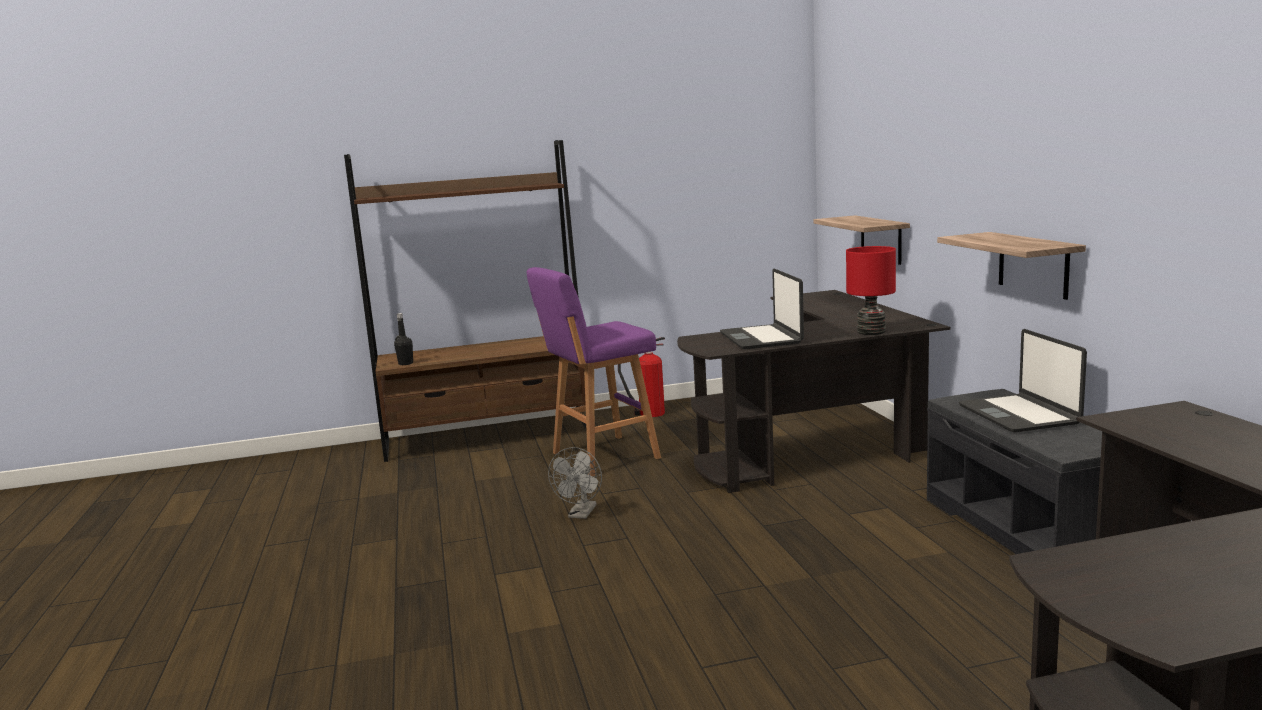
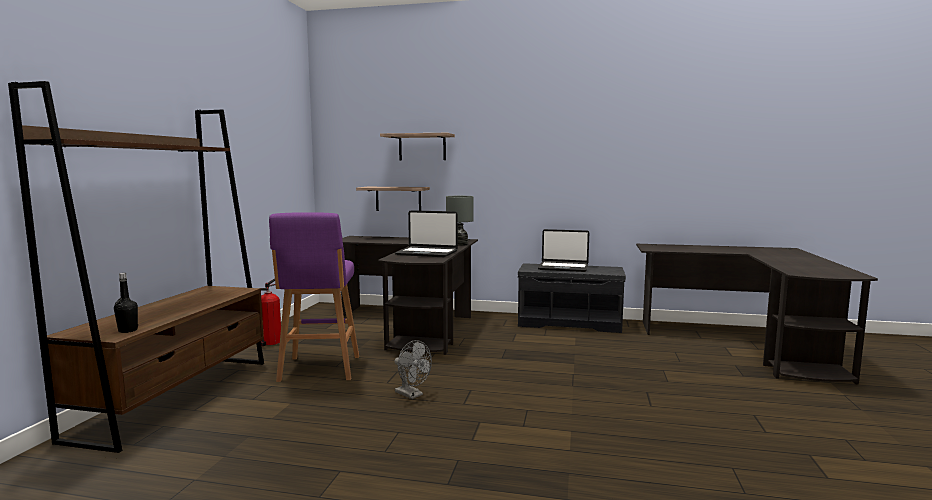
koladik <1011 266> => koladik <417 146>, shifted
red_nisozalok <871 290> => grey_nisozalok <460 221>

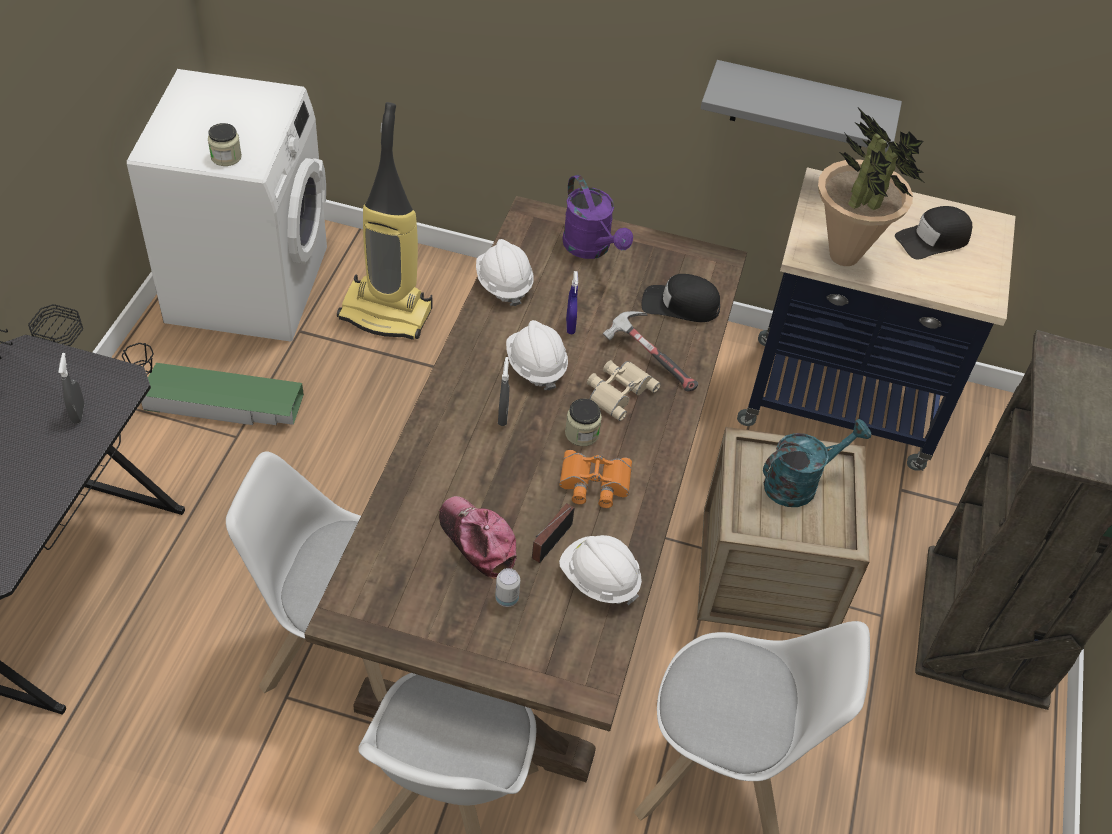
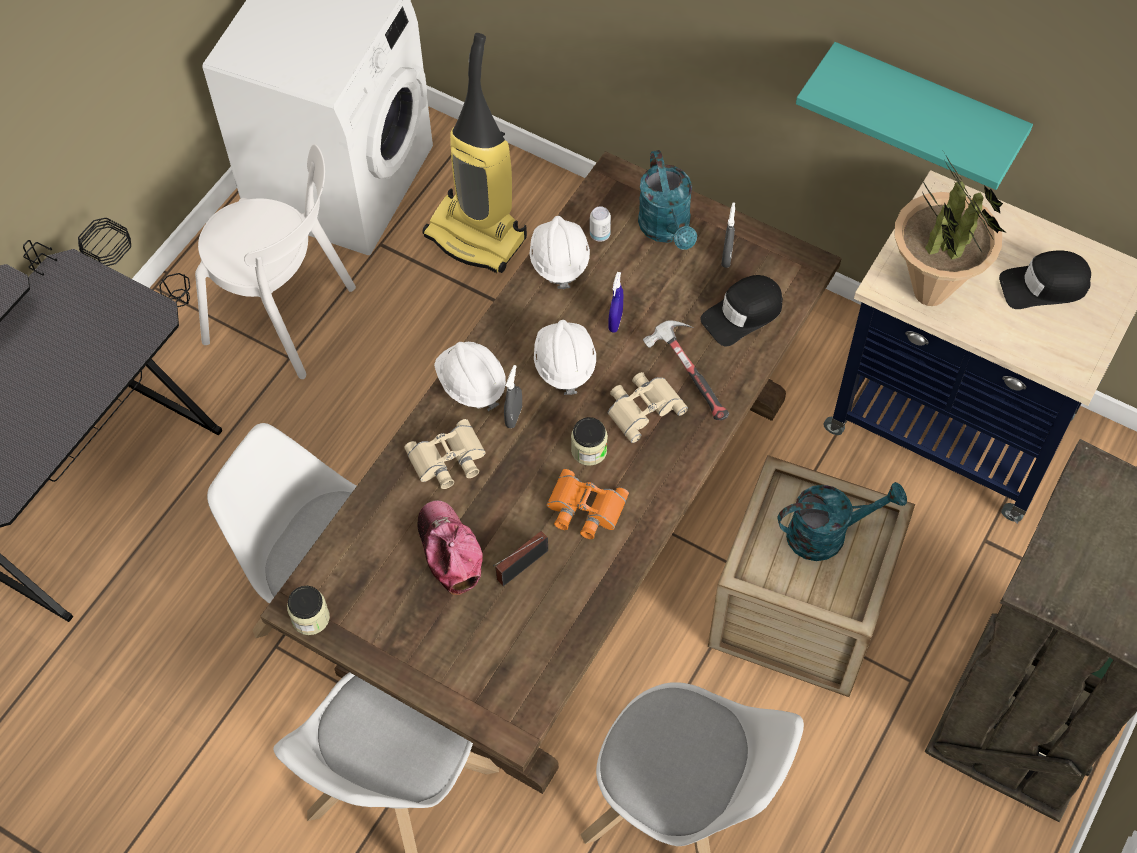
grey_koladik <801 106> => turquoise_koladik <914 116>
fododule <225 144> => fododule <308 610>, shifted
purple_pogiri <597 217> => turquoise_pogiri <667 200>
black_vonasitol <680 298> => black_vonasitol <741 311>, 60 degrees counterclockwise
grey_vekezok <71 388> => grey_vekezok <728 235>, shifted
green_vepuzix <222 394> => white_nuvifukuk <275 261>
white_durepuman <600 570> => white_durepuman <470 376>, shifted
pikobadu <507 587> => pikobadu <600 224>, shifted
nothing => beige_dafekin <445 454>

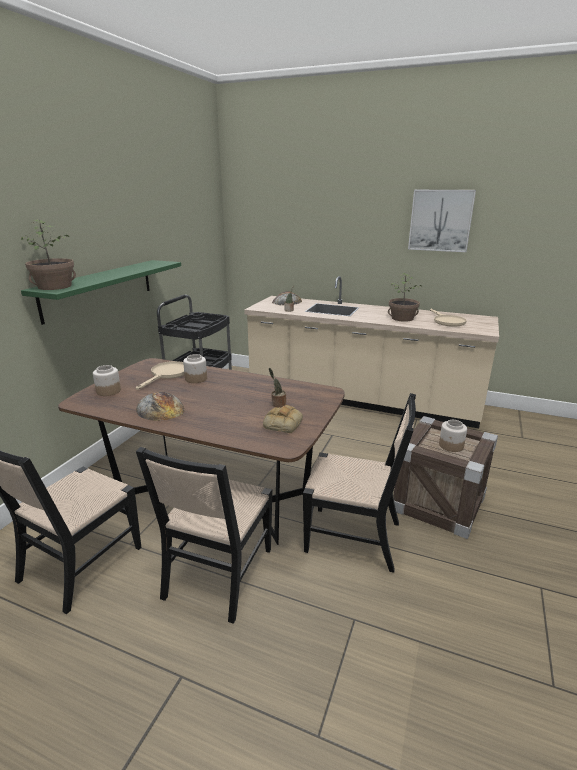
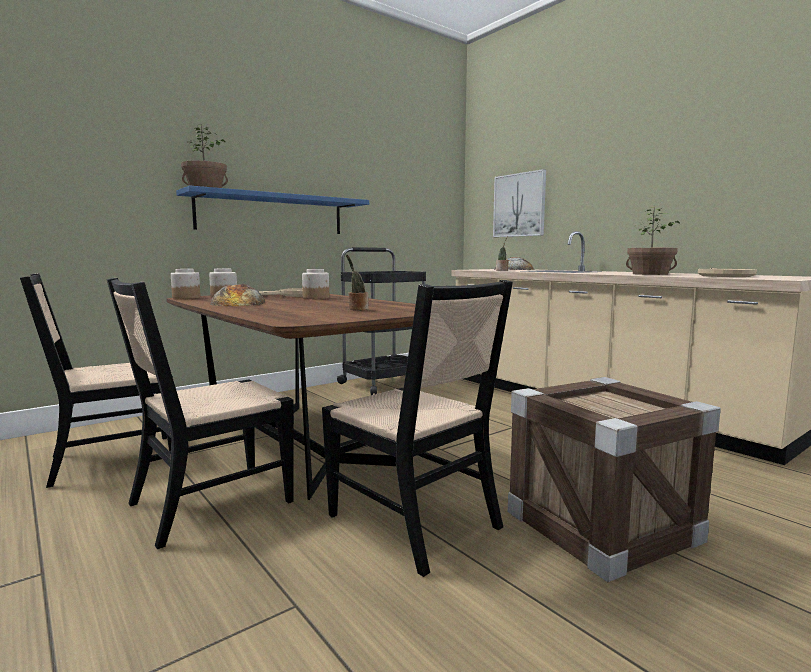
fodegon <442 221> => fodegon <519 203>, shifted
green_koladik <101 292> => blue_koladik <272 209>
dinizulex <283 419> => nothing
fododule <453 436> => fododule <186 284>, shifted

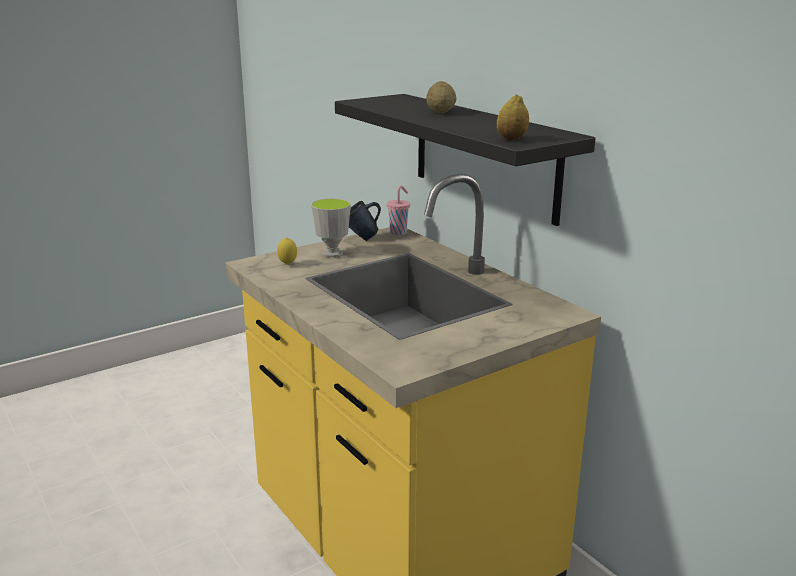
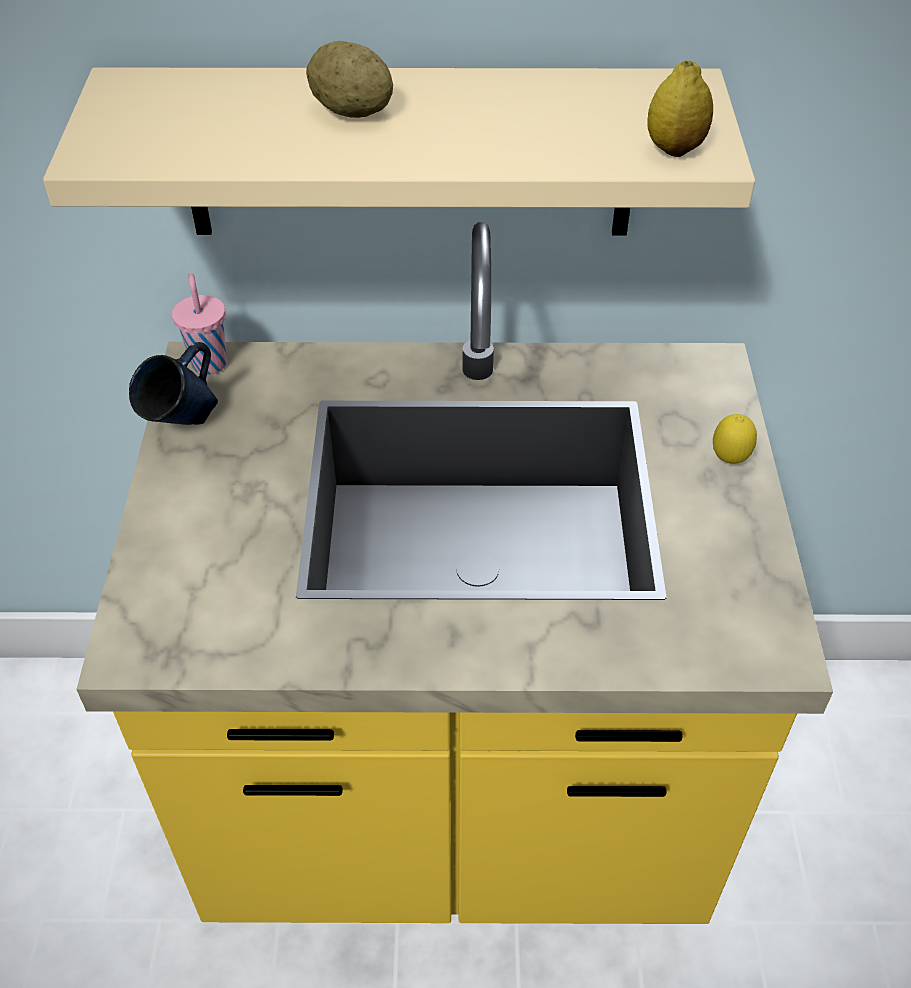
black_koladik <465 160> => beige_koladik <399 151>
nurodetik <331 227> => nothing
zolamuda <287 251> => zolamuda <735 439>, shifted

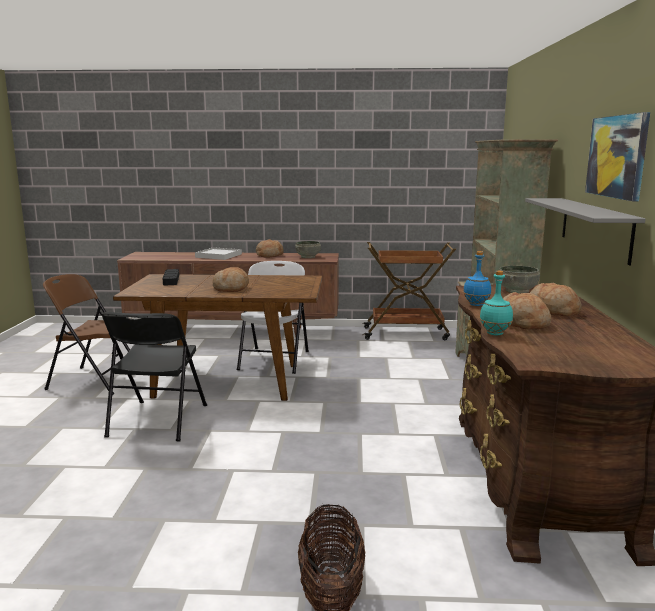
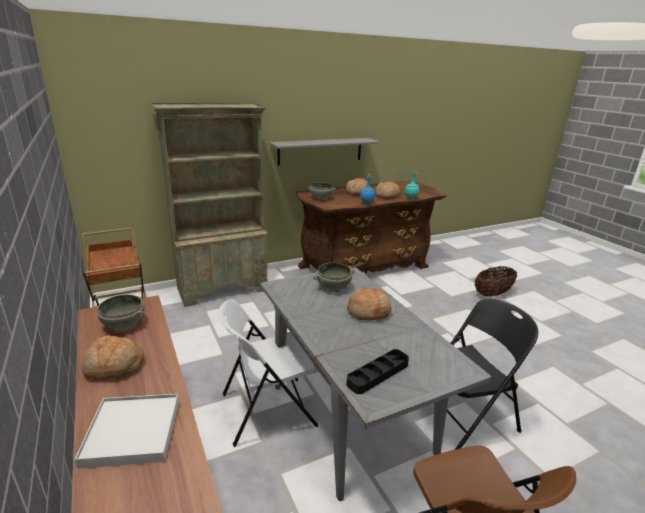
fodegon <617 156> => nothing
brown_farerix <217 337> => grey_farerix <376 383>
nothing => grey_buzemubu <334 277>

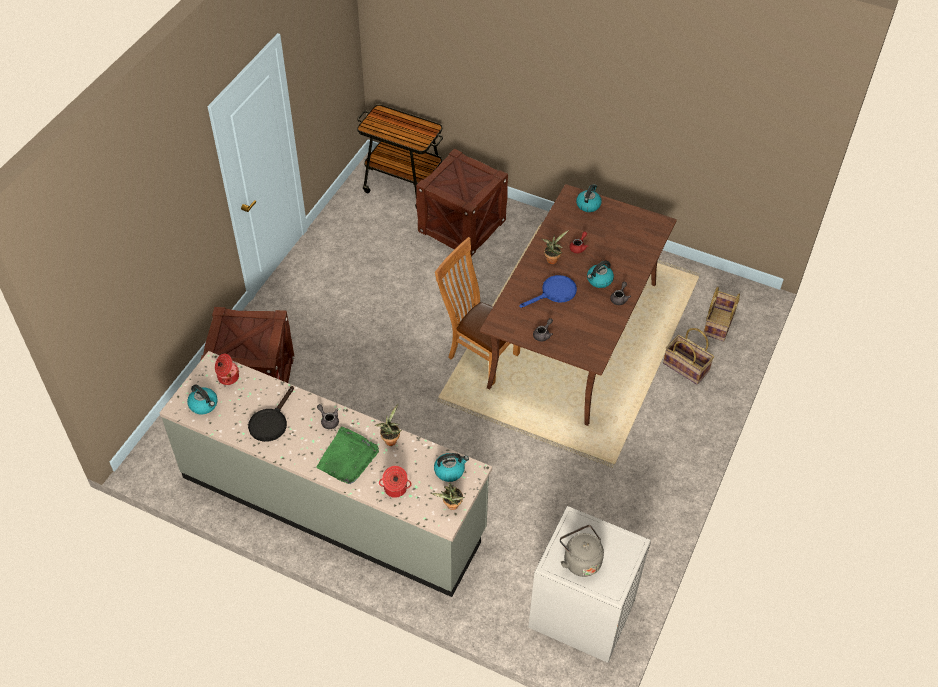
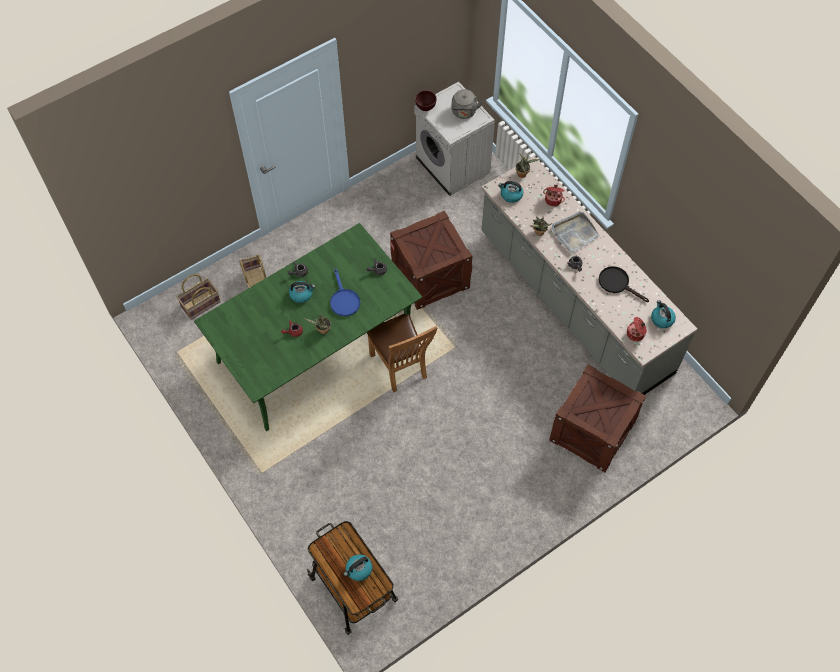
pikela <462 203> => pikela <431 260>, shifted
brown_farerix <578 305> => green_farerix <308 327>
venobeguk <589 198> => venobeguk <358 567>, shifted
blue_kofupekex <548 291> => blue_kofupekex <345 292>, 105 degrees counterclockwise
black_kofupekex <271 414> => black_kofupekex <624 284>, 105 degrees counterclockwise
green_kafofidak <347 455> => grey_kafofidak <576 232>
nothing => brown_buzemubu <425 100>

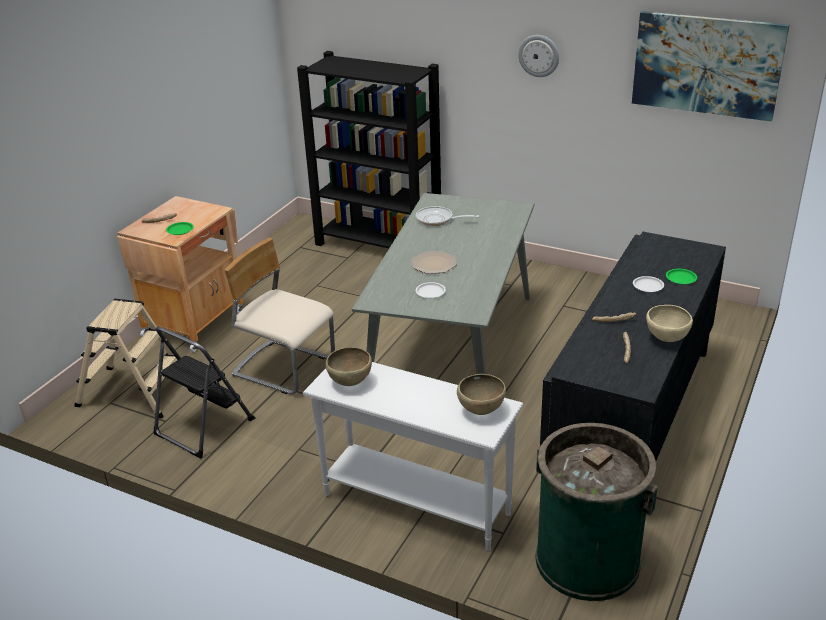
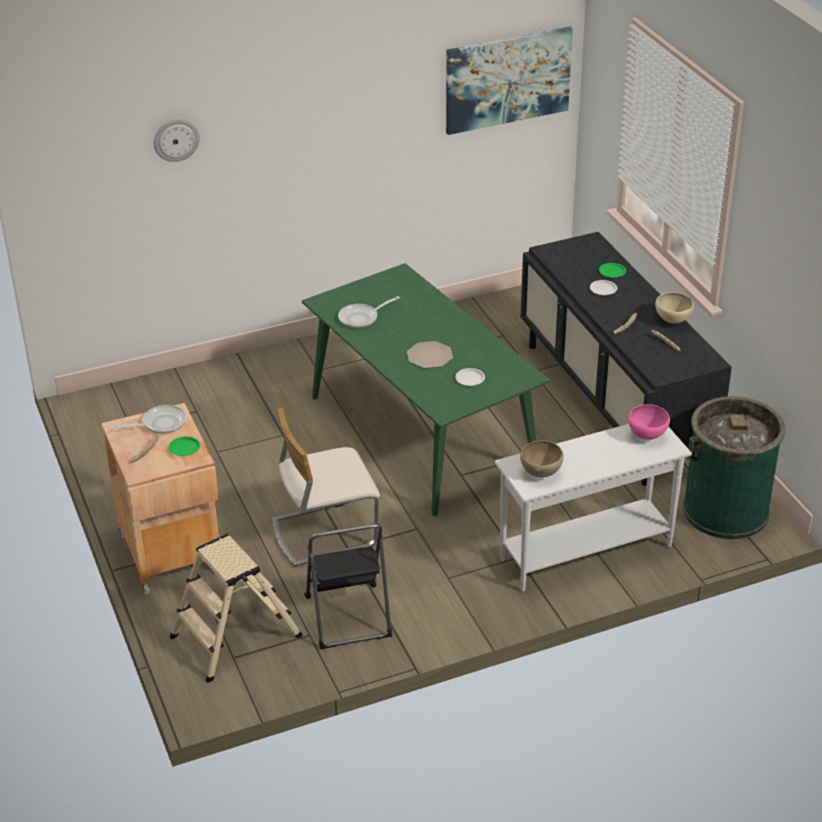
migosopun <538 56> => migosopun <177 140>, shifted
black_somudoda <369 149> => nothing
grey_farerix <443 283> => green_farerix <426 390>
brown_buzemubu <481 394> => pink_buzemubu <649 422>
nothing => kofupekex <148 419>

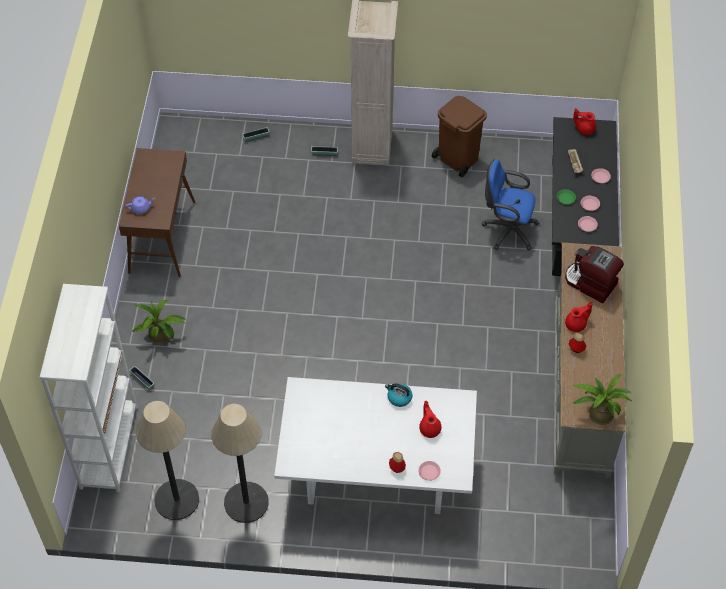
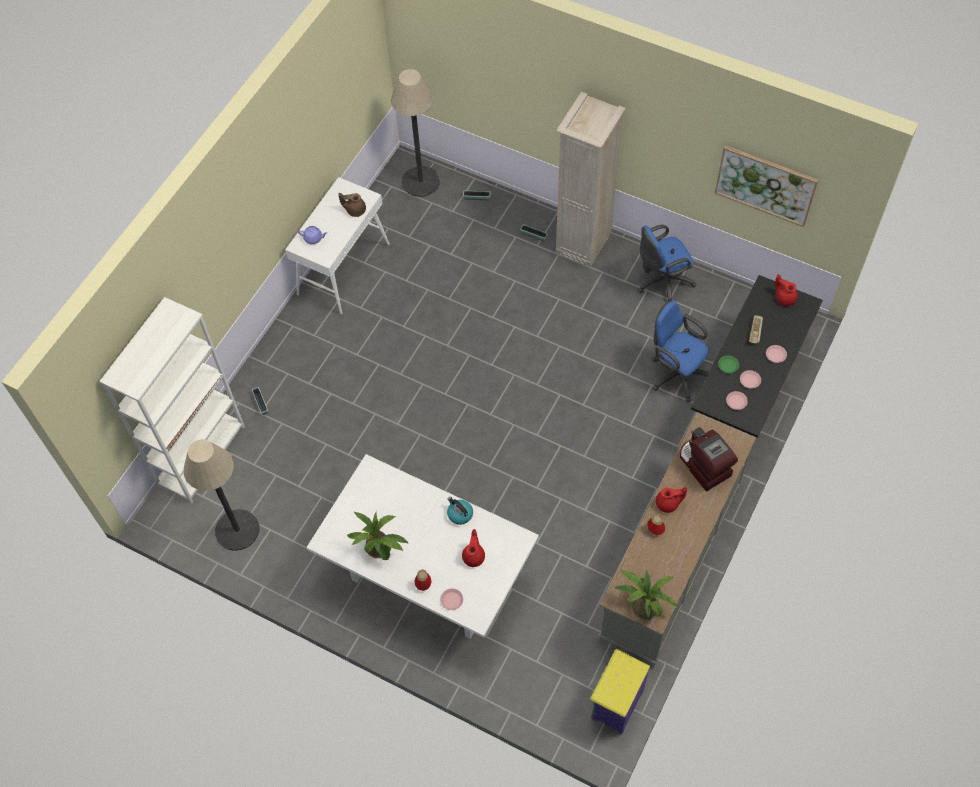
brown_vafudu <459 136> => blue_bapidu <666 263>
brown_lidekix <157 212> => white_lidekix <337 245>
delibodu <158 322> => delibodu <378 535>, shifted
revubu <240 463> => revubu <415 133>, shifted
nothing => fodegon <766 186>
nothing => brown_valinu <352 205>
nothing => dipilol <620 691>

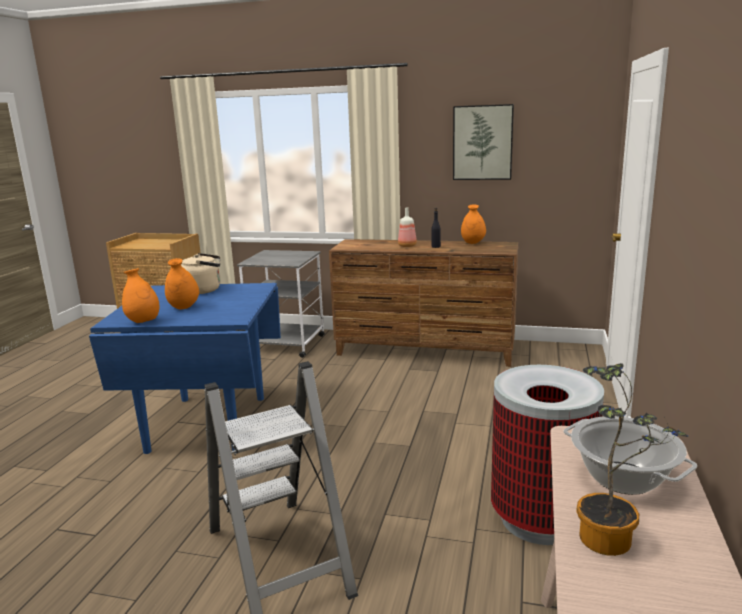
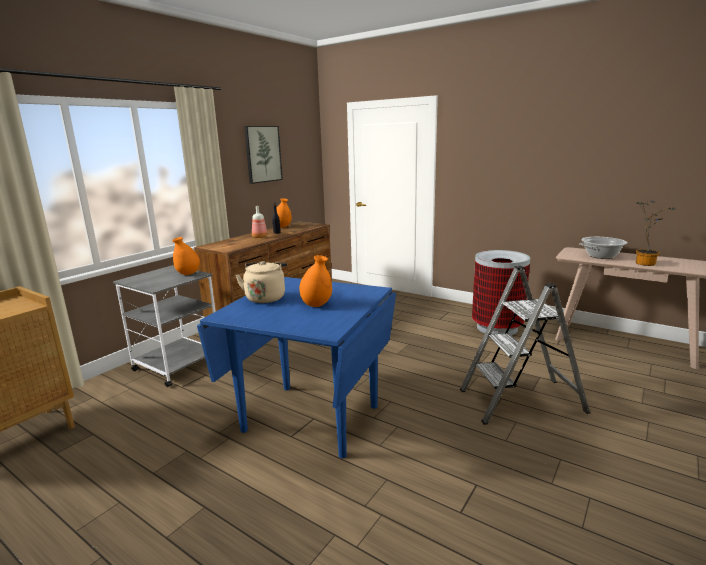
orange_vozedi <140 295> => orange_vozedi <186 256>, shifted

